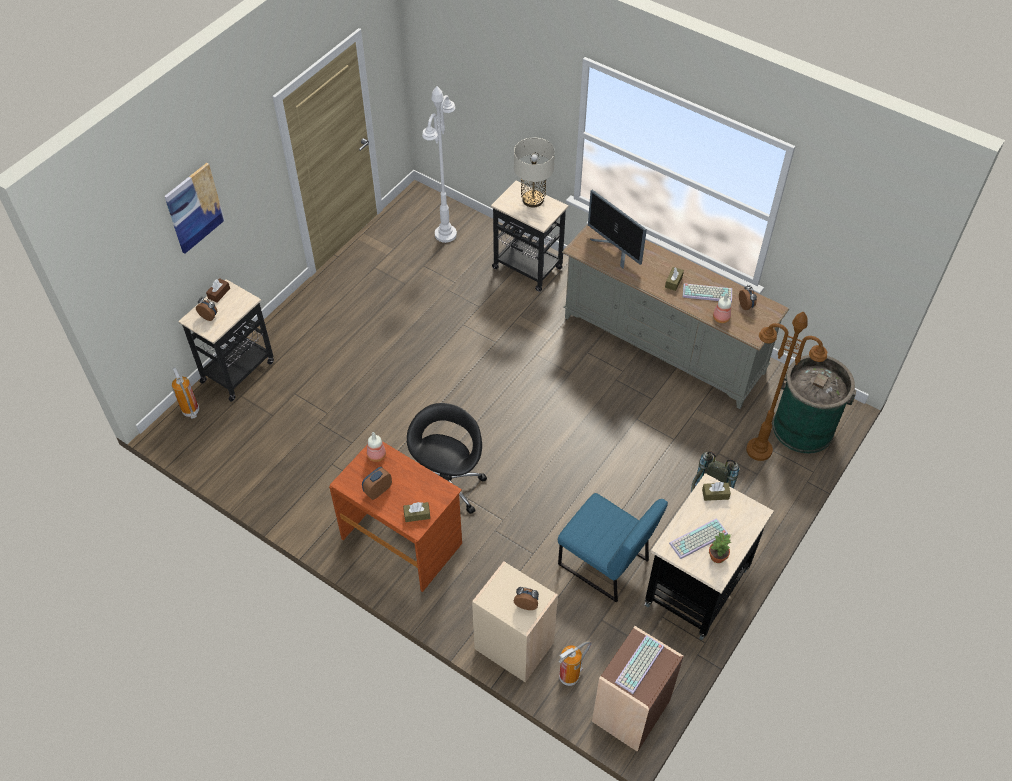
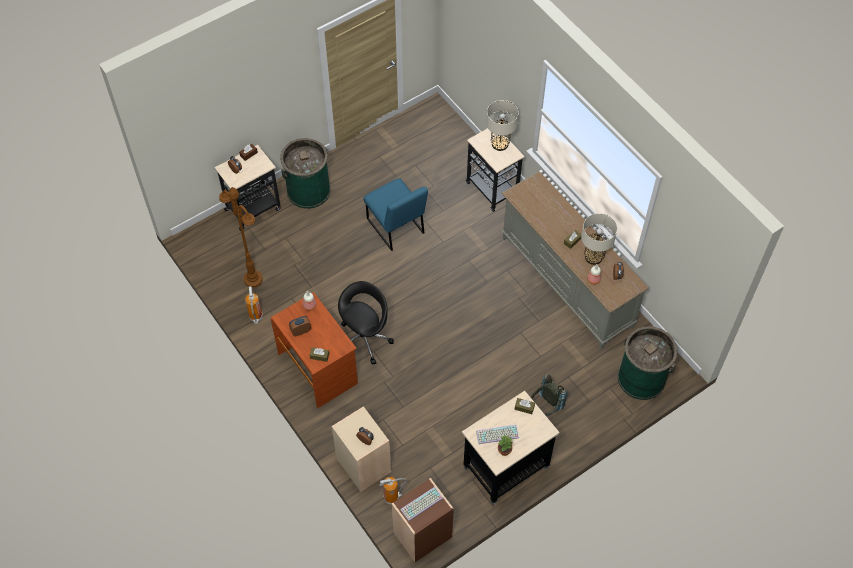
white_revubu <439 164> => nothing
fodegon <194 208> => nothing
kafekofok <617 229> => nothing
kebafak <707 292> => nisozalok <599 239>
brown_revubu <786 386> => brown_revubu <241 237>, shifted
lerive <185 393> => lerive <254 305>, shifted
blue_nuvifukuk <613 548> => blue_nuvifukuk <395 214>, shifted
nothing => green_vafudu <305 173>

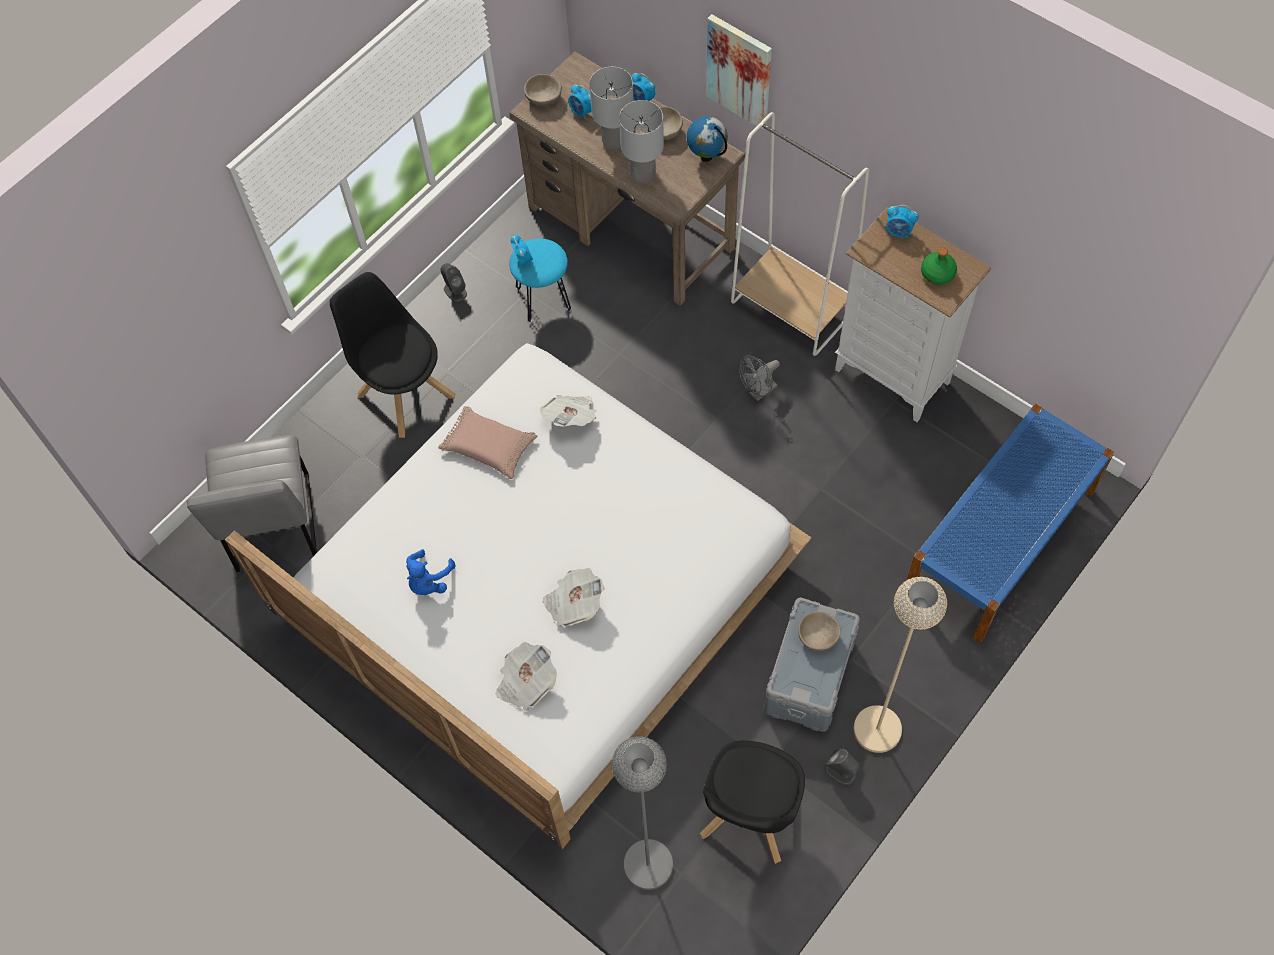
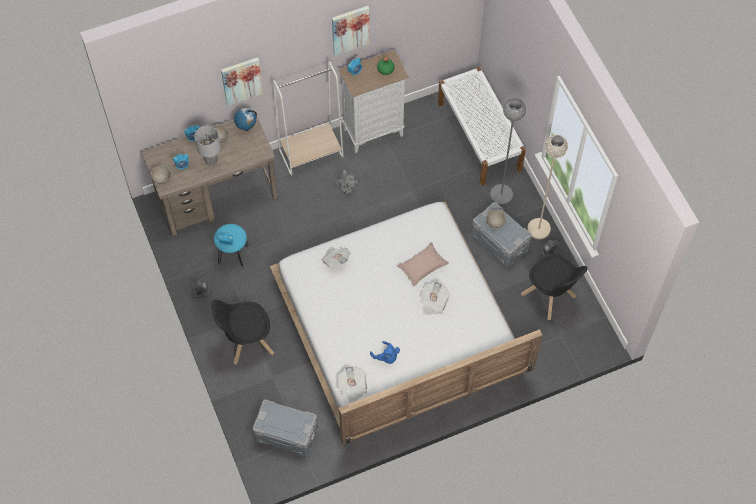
grey_nisozalok <641 142> => nothing
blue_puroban <1010 523> => white_puroban <482 126>
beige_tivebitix <487 442> => beige_tivebitix <423 264>, shifted
grey_nuvifukuk <252 503> => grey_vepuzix <285 427>
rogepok <526 676> => rogepok <352 384>, shifted
grey_revubu <642 813> => grey_revubu <508 151>, shifted
nothing => fodegon <351 31>

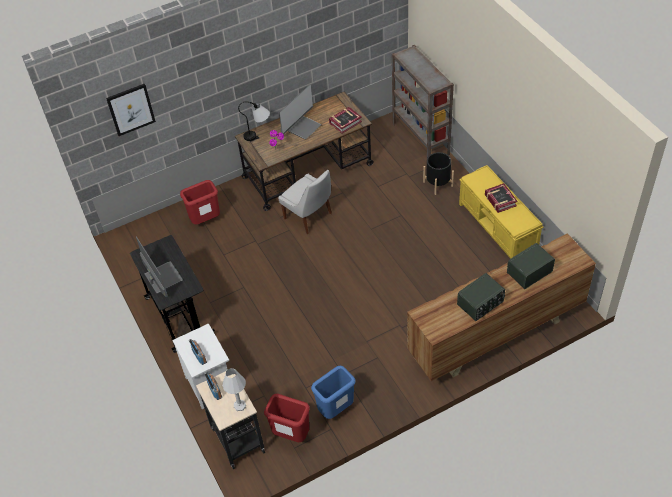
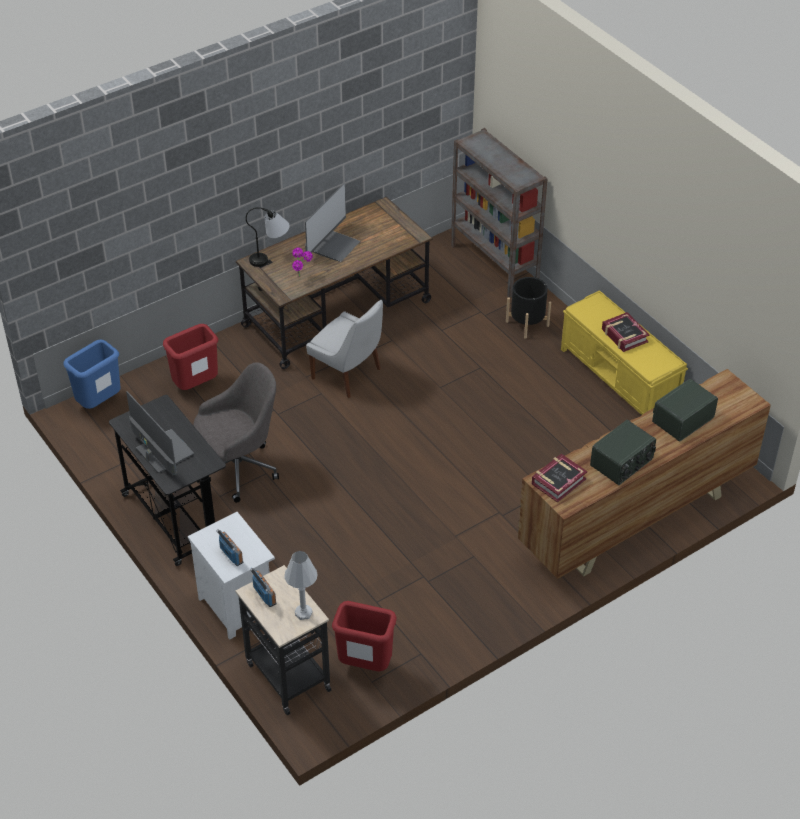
fodegon <131 110> => nothing
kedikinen <345 120> => kedikinen <559 478>, shifted
blue_vafudu <333 392> => blue_vafudu <92 374>, shifted
nothing => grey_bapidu <236 433>

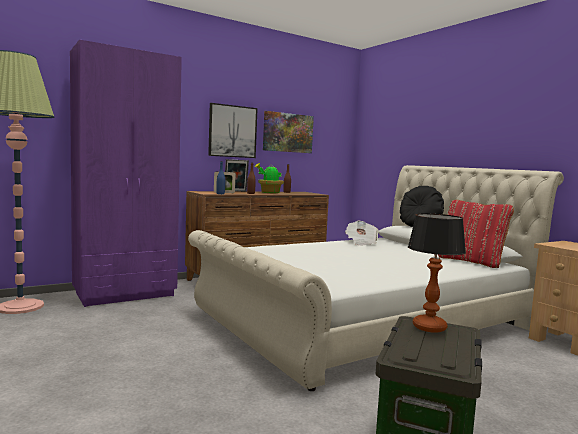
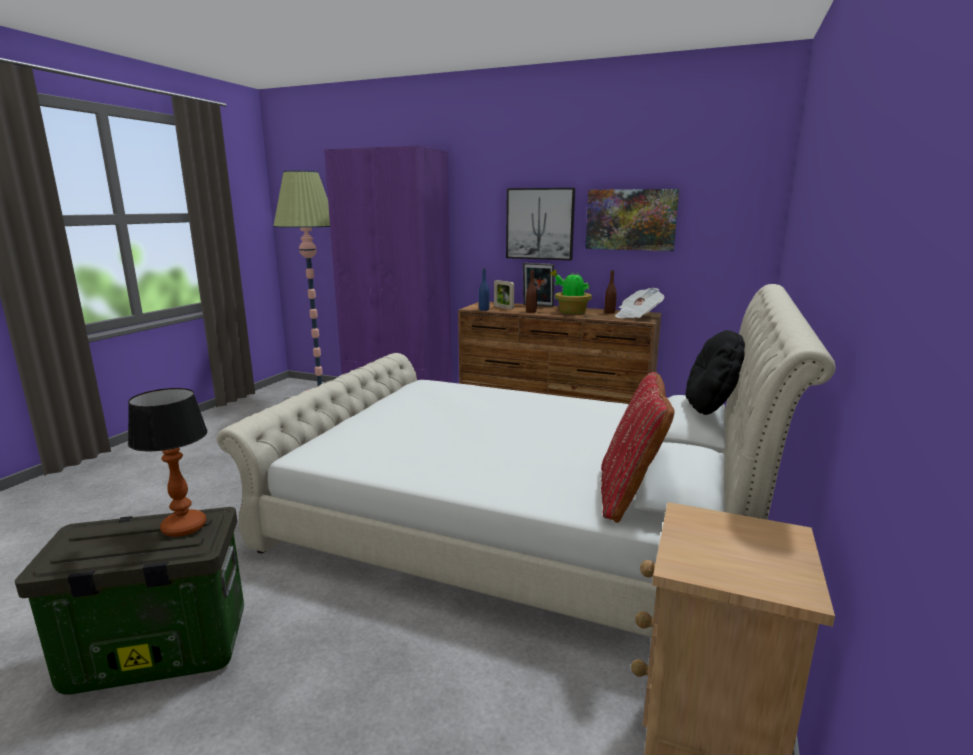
rogepok <362 233> => rogepok <639 303>, shifted

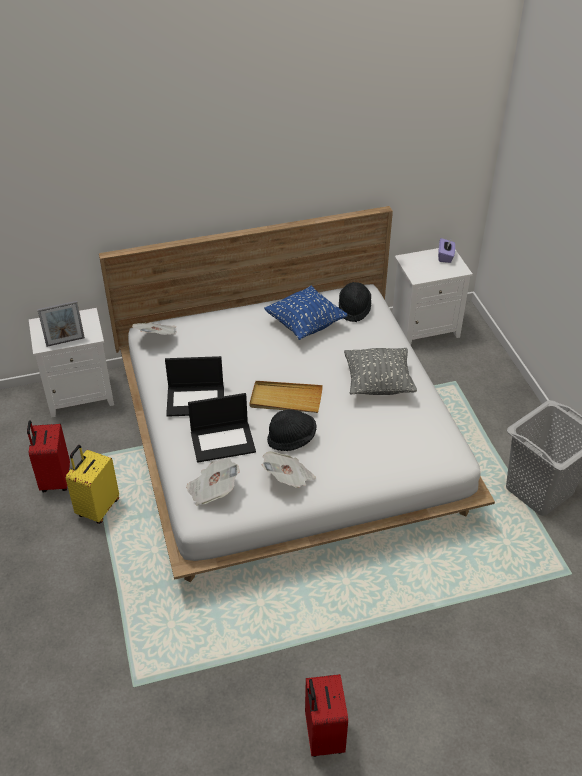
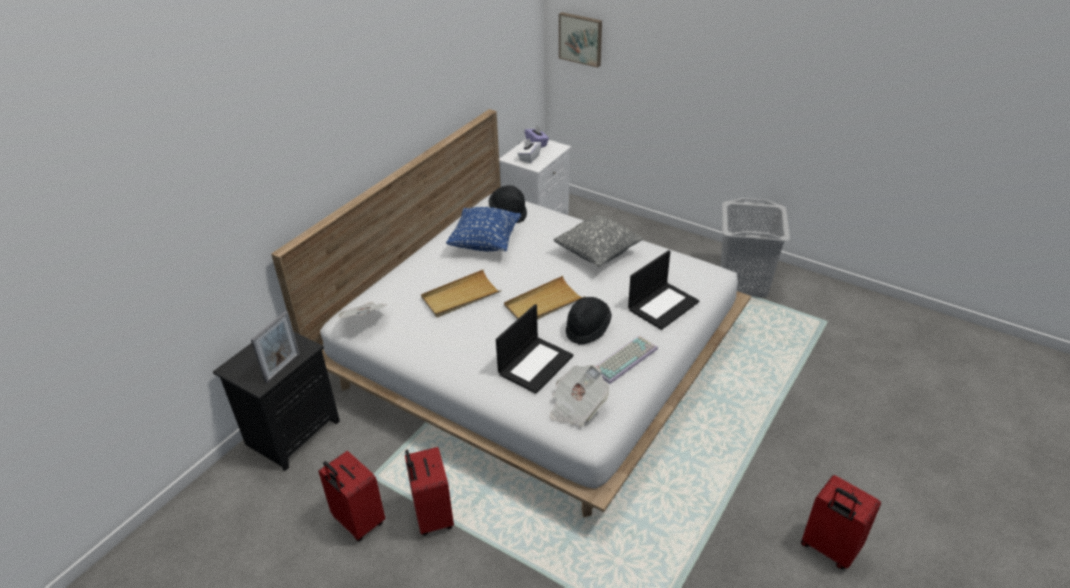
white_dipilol <71 363> => black_dipilol <276 401>
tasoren <194 386> => tasoren <663 290>, shifted
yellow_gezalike <92 484> => red_gezalike <429 491>
rogepok <288 469> => kebafak <627 359>
nothing => fodegon <580 40>
nothing => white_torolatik <529 150>
nothing => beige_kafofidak <461 293>

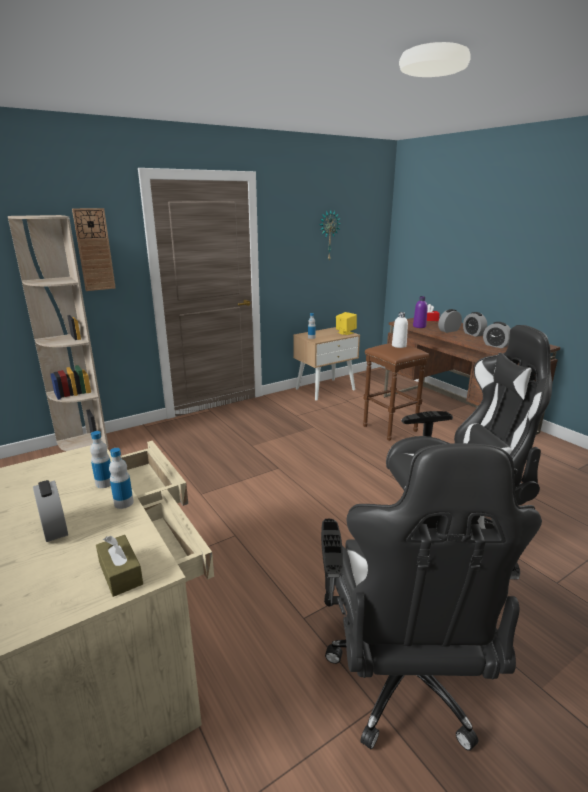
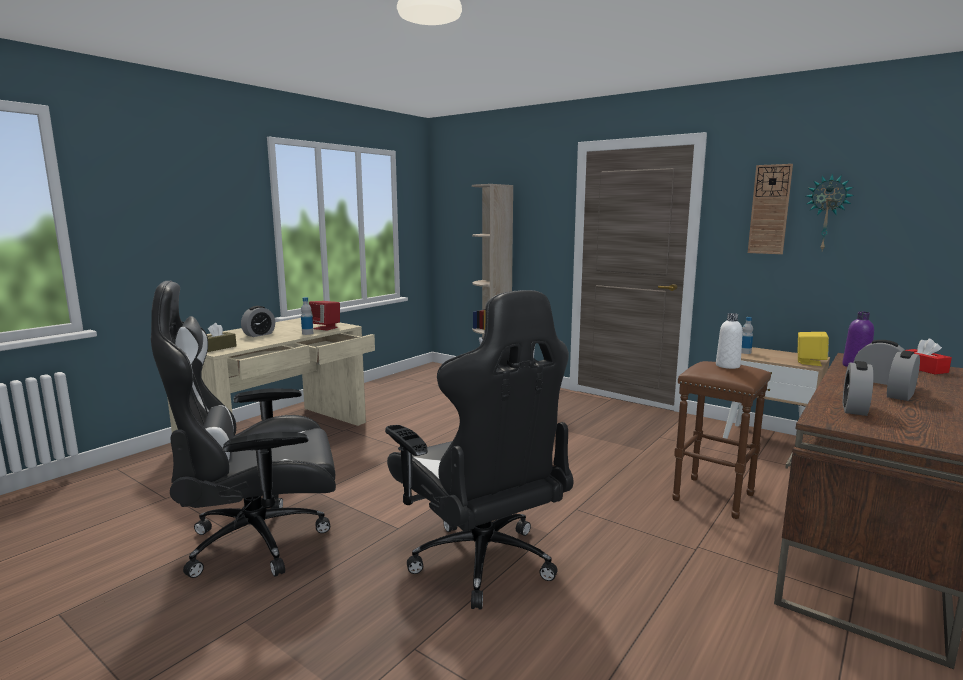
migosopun <94 249> => migosopun <770 209>, shifted
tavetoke <121 478> => nothing
nothing => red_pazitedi <324 316>

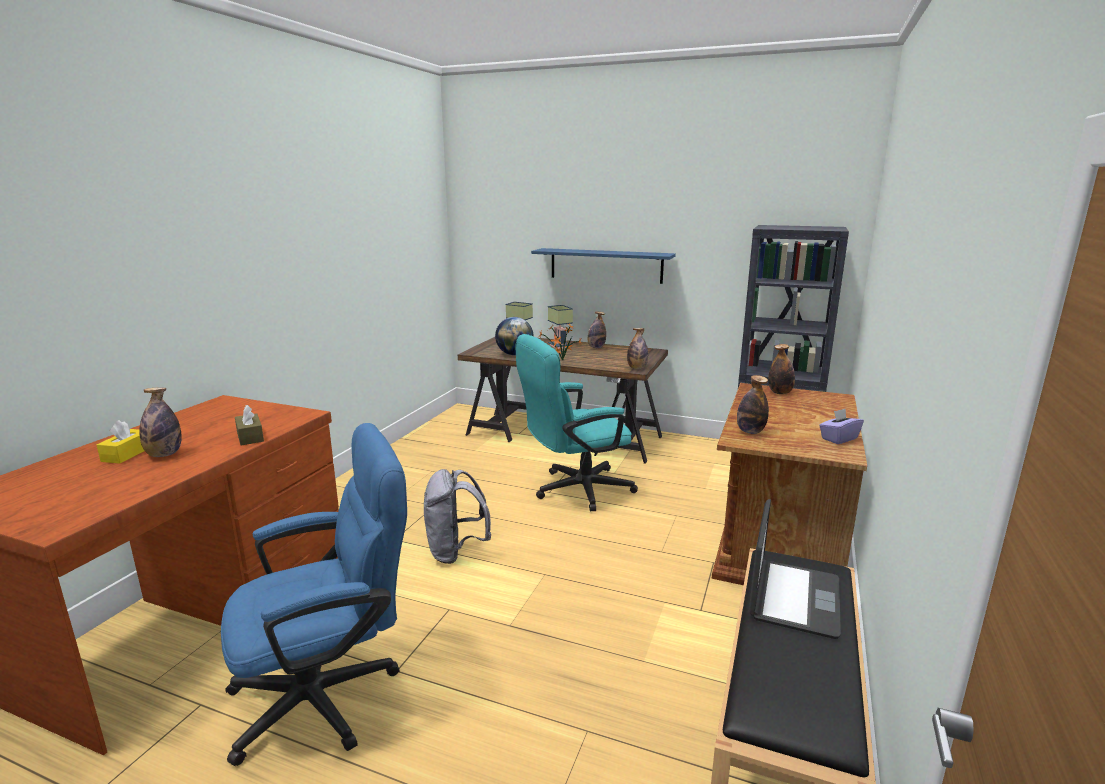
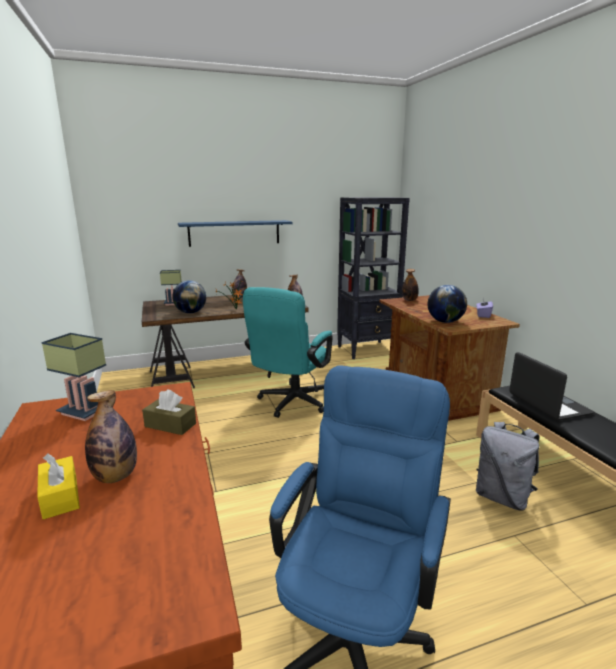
nisozalok <560 327> => nisozalok <74 377>, shifted
tavetoke <753 404> => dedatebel <447 304>
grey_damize <457 516> => grey_damize <508 466>, shifted

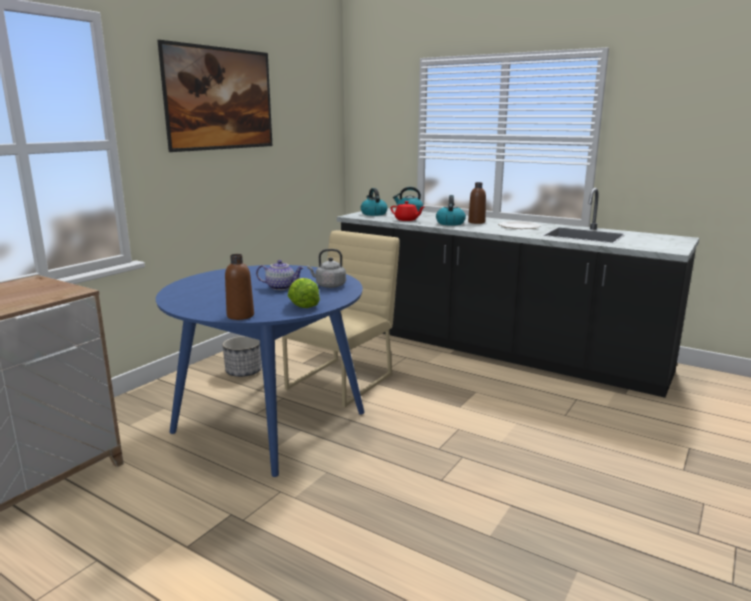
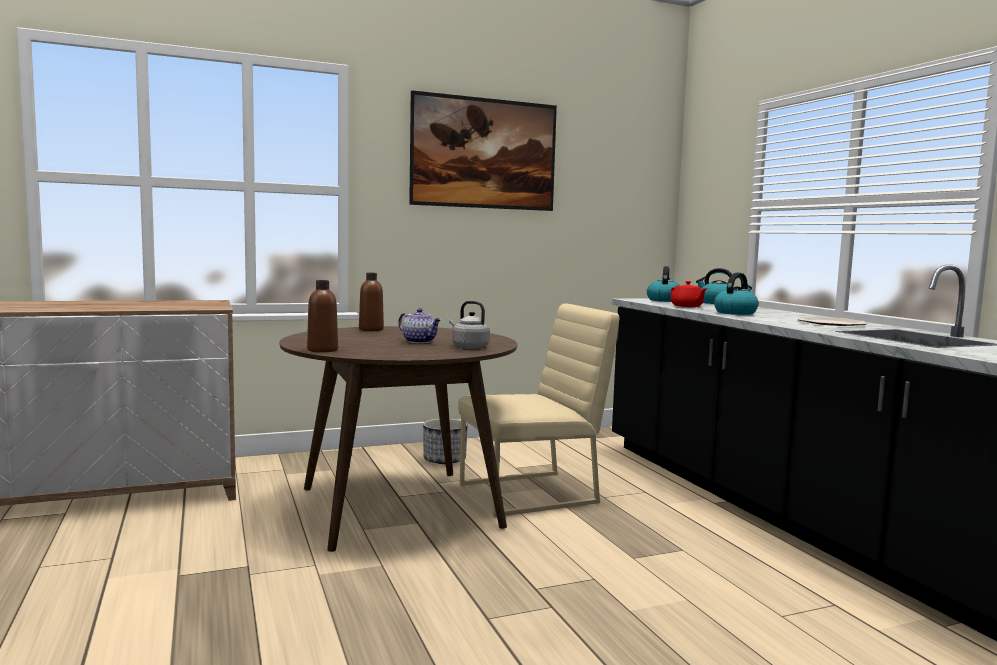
brown_tavetoke <477 203> => brown_tavetoke <371 302>, shifted
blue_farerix <260 371> => brown_farerix <398 439>
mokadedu <304 293> => nothing

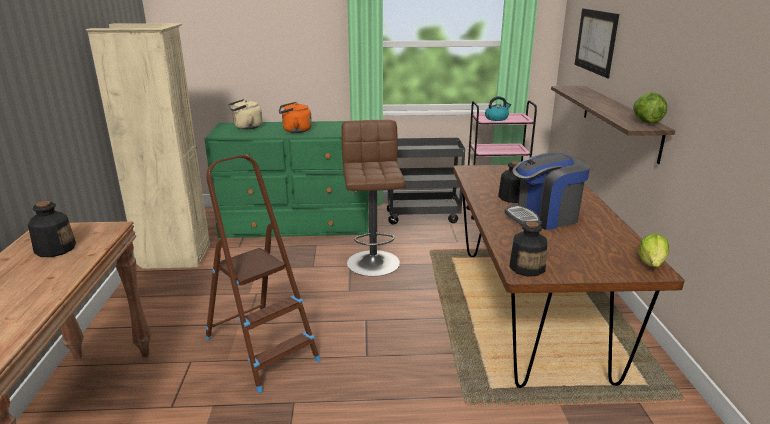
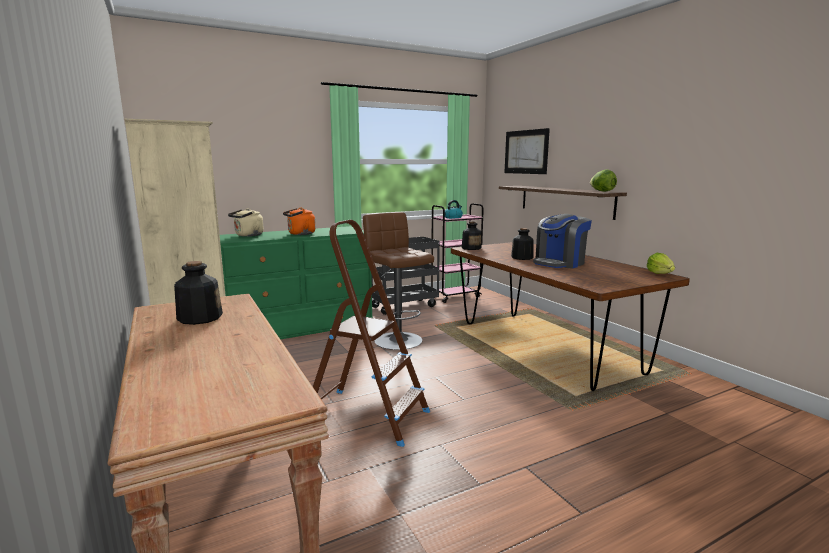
tavetoke <528 248> => tavetoke <472 235>, shifted

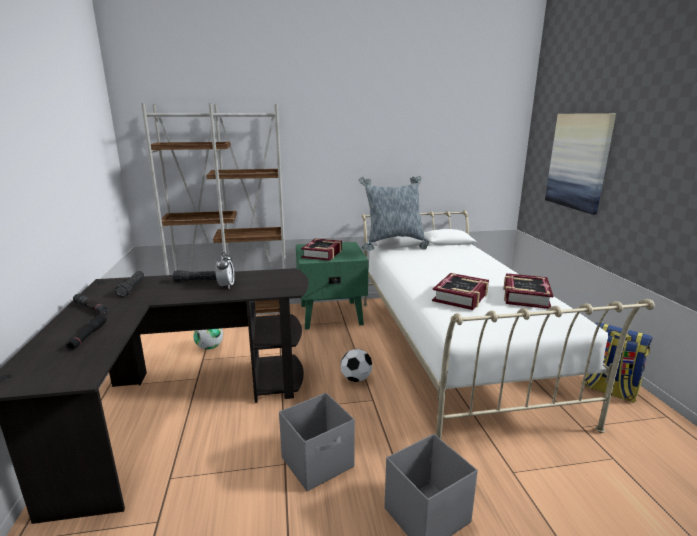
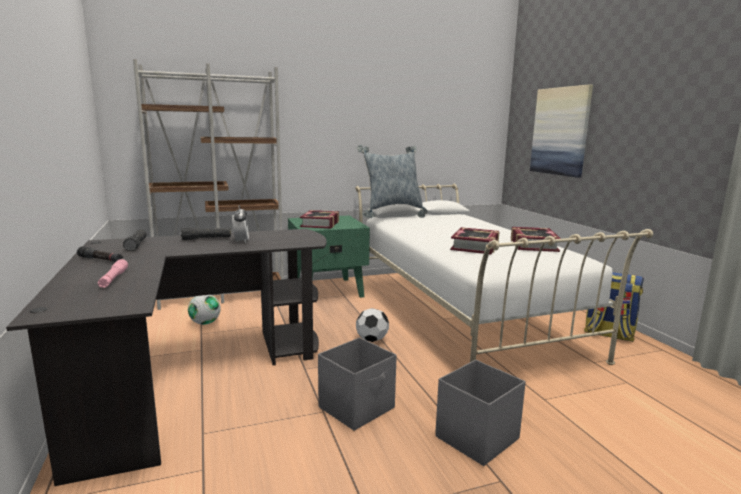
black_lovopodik <86 332> => pink_lovopodik <113 273>

